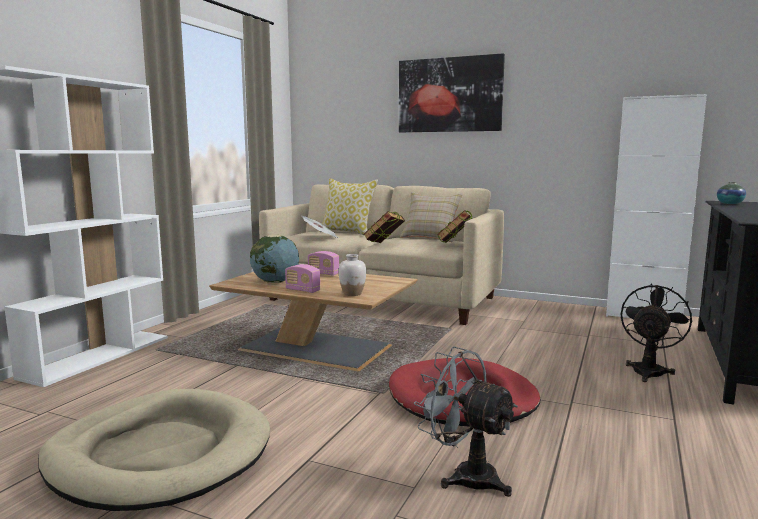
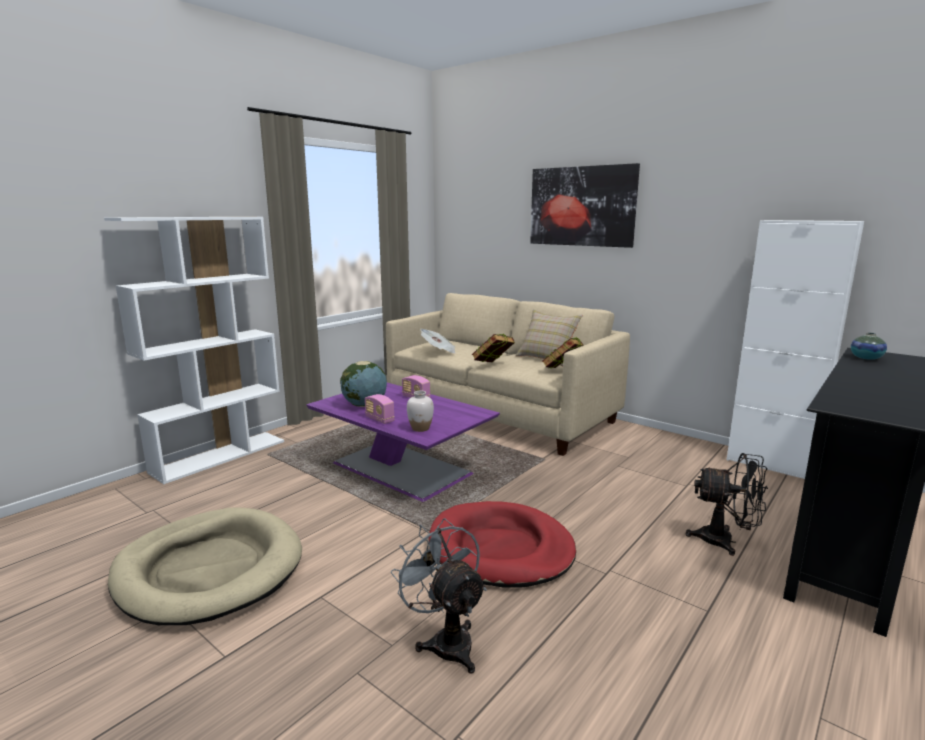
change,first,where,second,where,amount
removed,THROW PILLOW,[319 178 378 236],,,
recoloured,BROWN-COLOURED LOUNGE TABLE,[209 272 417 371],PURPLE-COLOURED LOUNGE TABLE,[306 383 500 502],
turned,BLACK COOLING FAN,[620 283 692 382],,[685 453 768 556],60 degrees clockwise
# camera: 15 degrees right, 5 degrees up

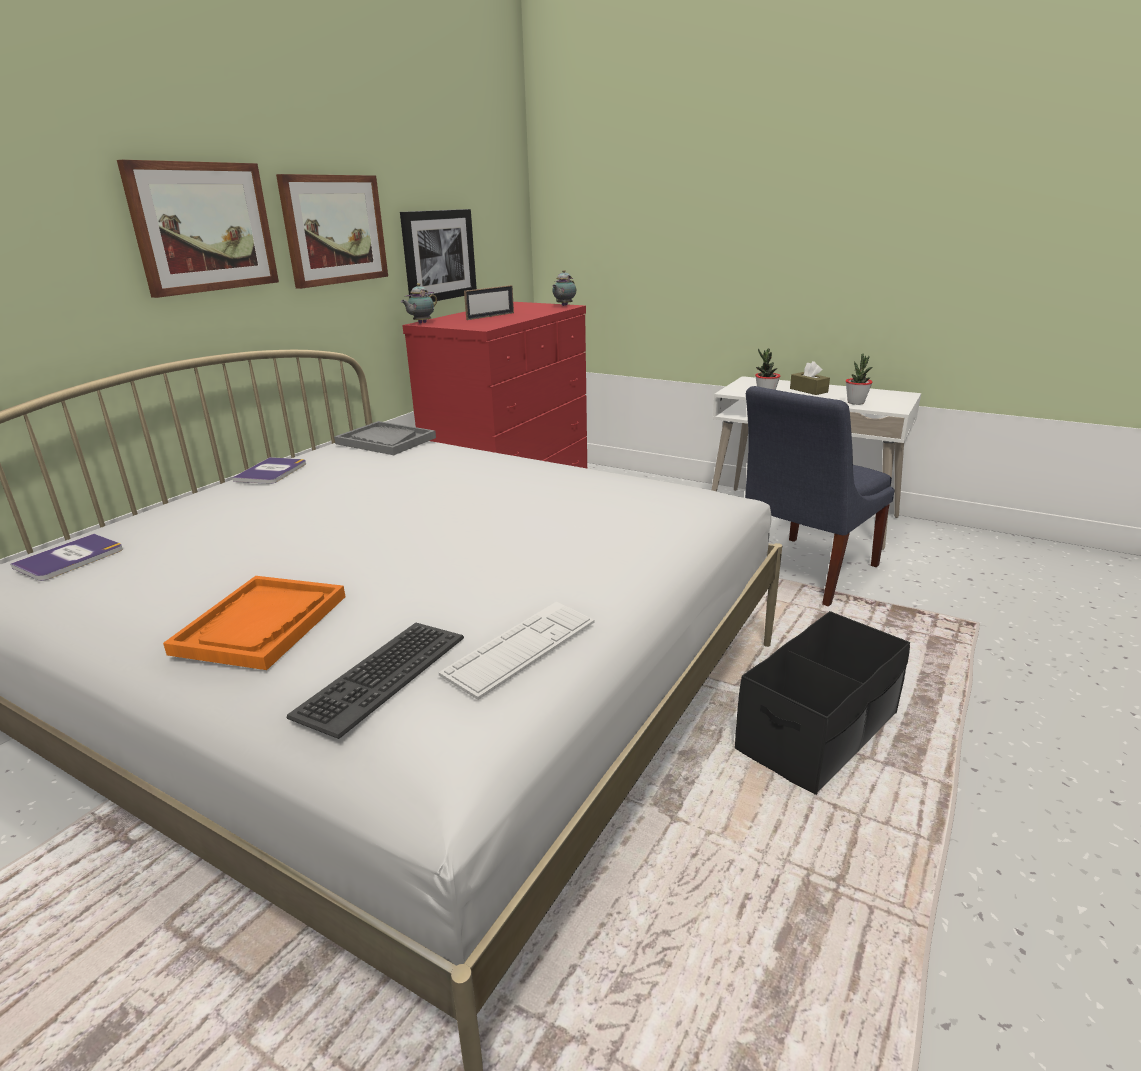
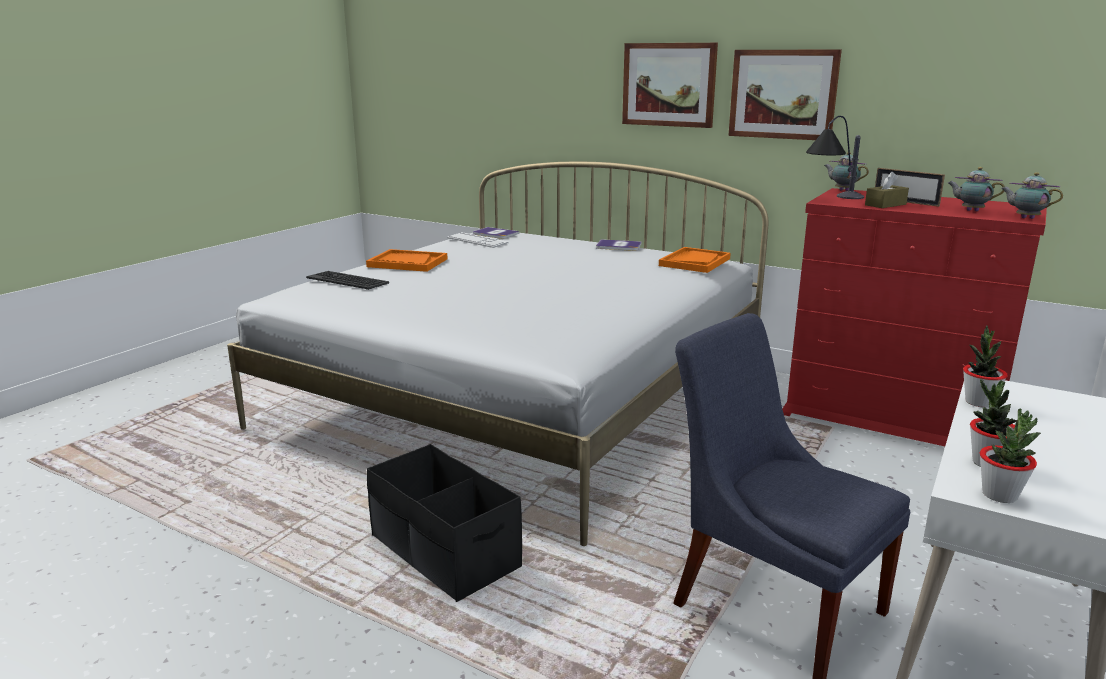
change,first,where,second,where,amount
removed,WALL PICTURE,[400 209 477 302],,,
added,,,LAMP FOR A TABLE,[806 116 864 199],
added,,,TEAPOT,[948 167 1005 211],
added,,,HOUSEPLANT,[980 408 1041 503],
moved,PC KEYBOARD,[439 602 595 700],,[447 232 509 248],
moved,BROWN-COLOURED TISSUE BOX,[790 361 830 395],,[865 172 909 208],
recoloured,GREY TRAY,[334 421 436 455],ORANGEY TRAY,[659 247 731 273],
# camera: 90 degrees right, 5 degrees down

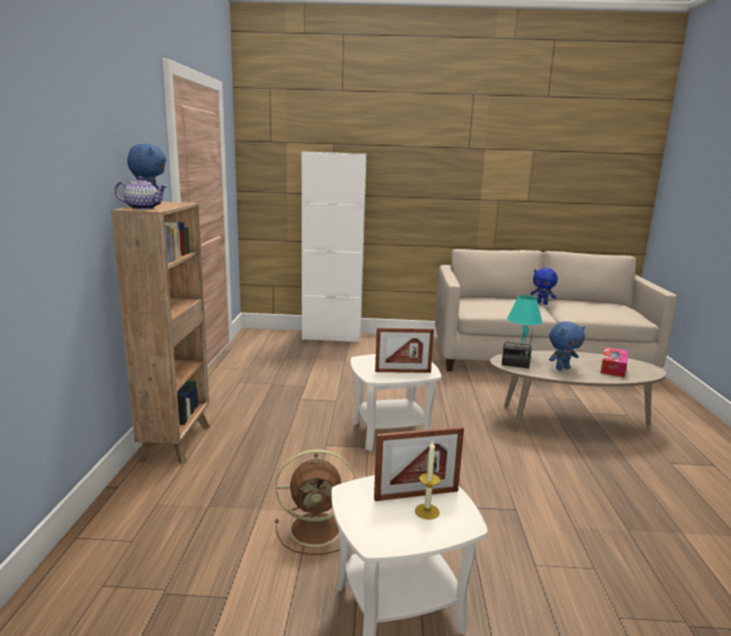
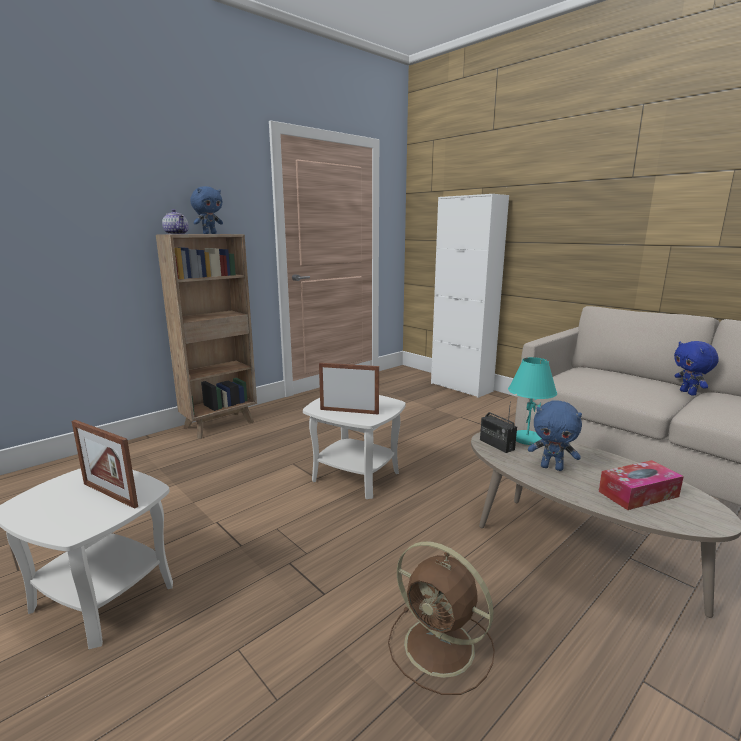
change,first,where,second,where,amount
removed,WAX CANDLE,[415 441 440 519],,,
moved,BROWN-COLOURED COOLING FAN,[275 449 355 555],,[388 541 495 695],
turned,PICTURE FRAME,[375 328 434 373],,[319 363 379 414],150 degrees clockwise
# camera: 45 degrees right, 0 degrees up

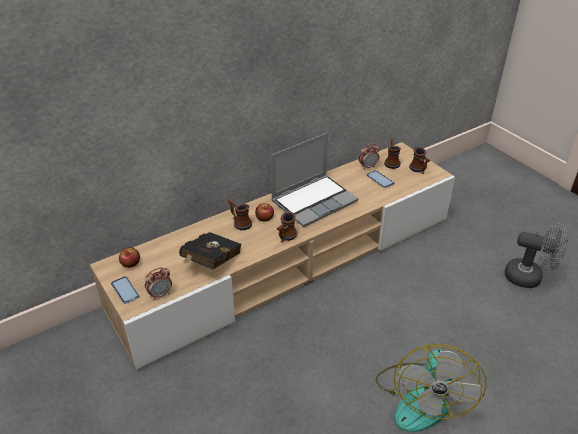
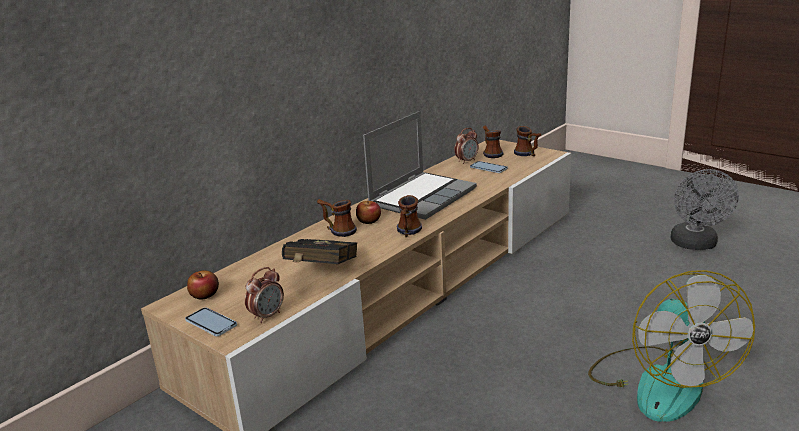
change,first,where,second,where,amount
turned,GREY COOLING FAN,[505 223 568 288],,[670 169 739 250],90 degrees clockwise
# camera: 15 degrees left, 15 degrees down

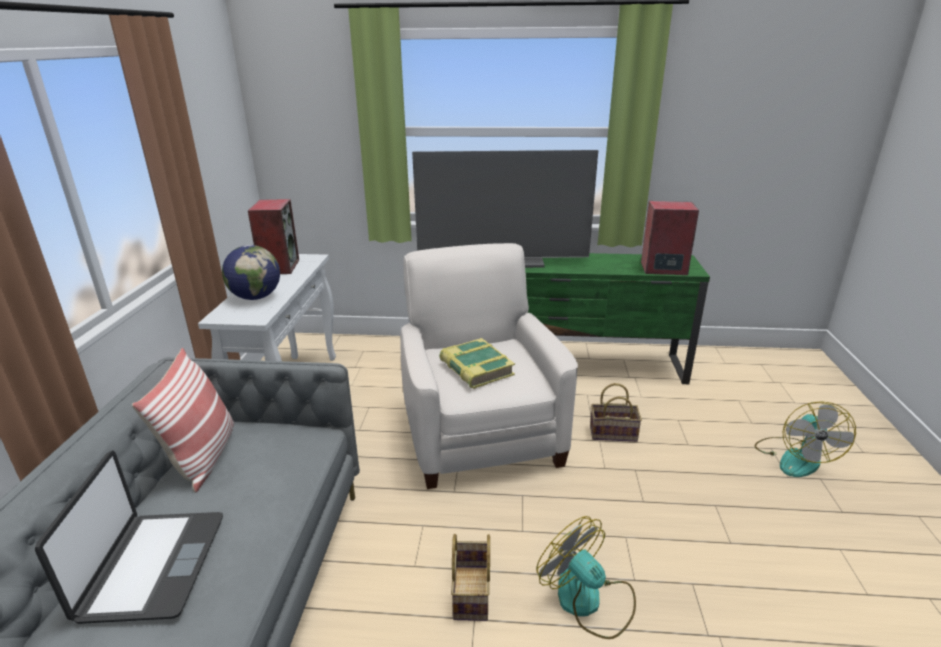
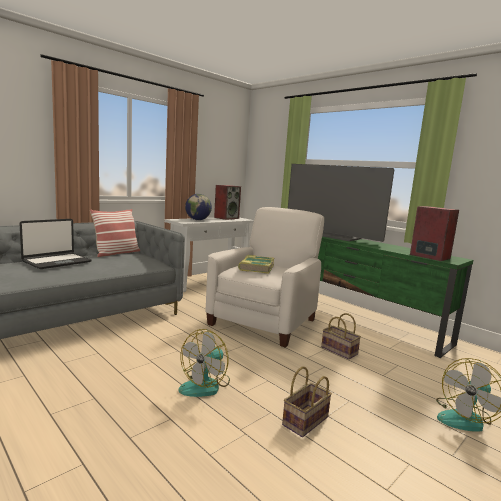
change,first,where,second,where,amount
moved,HOUSEHOLD BASKET,[451 534 490 621],,[282 366 332 437],
turned,COOLING FAN,[536 516 636 639],,[179 329 230 397],150 degrees counterclockwise
# camera: 40 degrees right, 15 degrees down

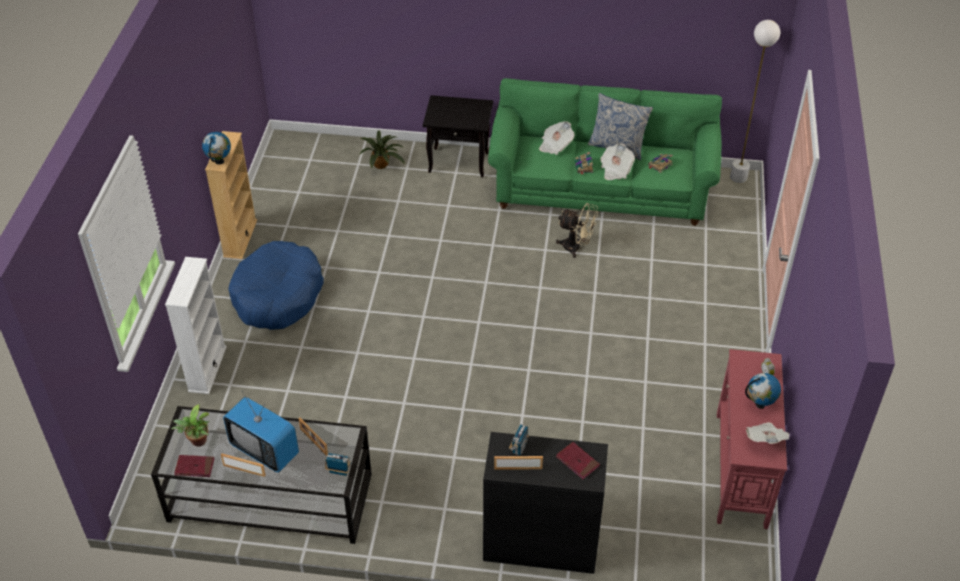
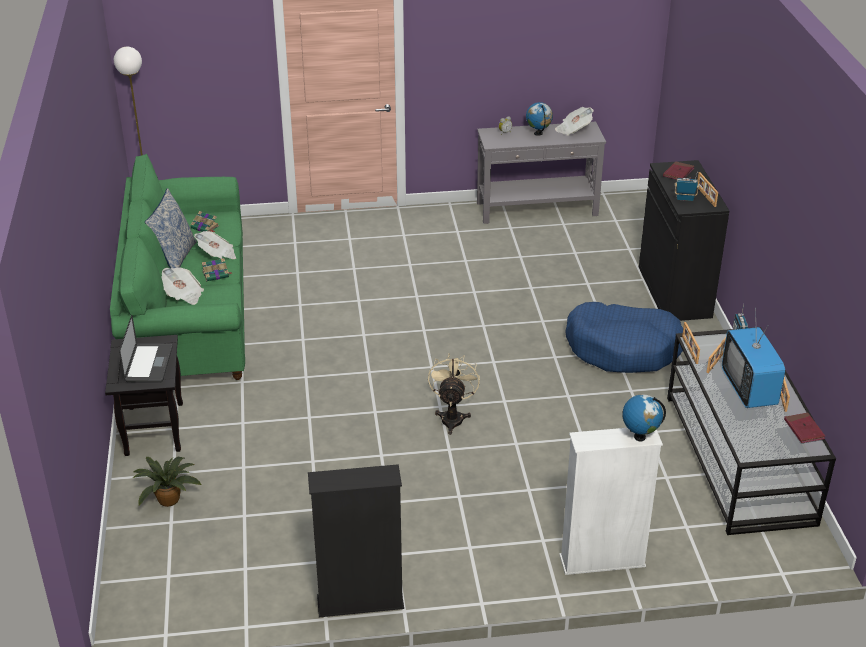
change,first,where,second,where,amount
removed,HOUSEPLANT,[171 404 209 447],,,
added,,,PORTABLE COMPUTER,[119 315 173 383],
added,,,PICTURE FRAME,[682 322 700 364],
moved,DESK GLOBE,[202 132 231 165],,[622 394 666 442],
moved,BLUE-COLOURED DOG BED,[228 241 324 330],,[565 302 683 373],
moved,SAND-COLOURED COOLING FAN,[556 203 598 258],,[428 353 480 435],
recoloured,SAND-COLOURED BOOKSHELF,[205 131 257 259],BLACK BOOKSHELF,[308 464 404 617],
recoloured,RED-COLOURED CONSOLE TABLE,[717 349 787 529],GREY CONSOLE TABLE,[477 122 606 224],
turned,TV,[223 391 299 472],,[722 307 785 408],150 degrees clockwise
# camera: 105 degrees left, 10 degrees down

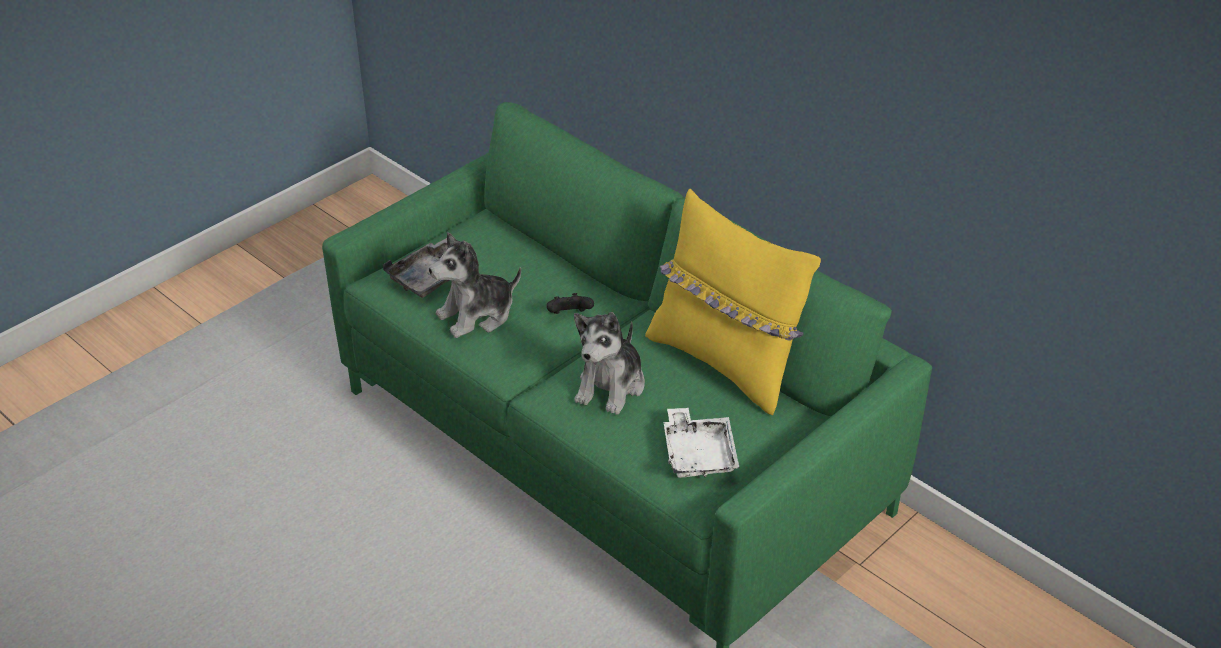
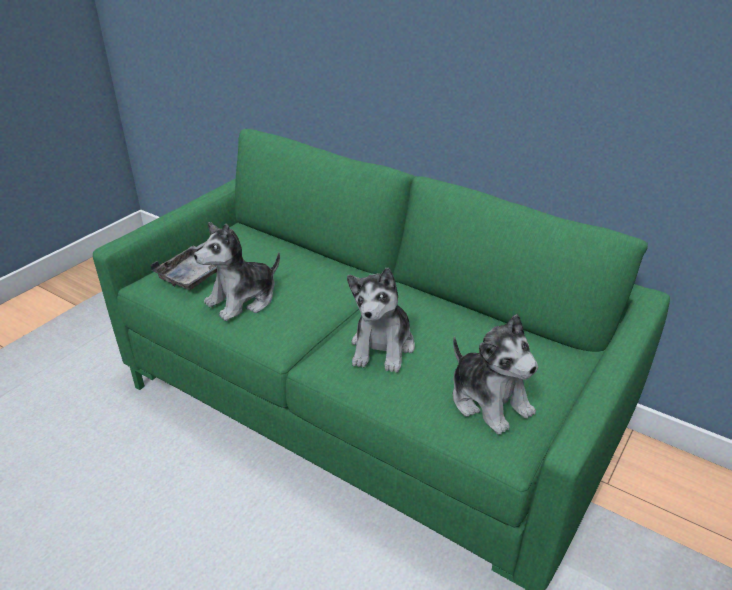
change,first,where,second,where,amount
removed,BLACK JOYPAD,[547 293 594 314],,,
removed,YELLOWISH THROW PILLOW,[645 189 821 415],,,
replaced,WHITISH TRAY,[663 408 739 478],SOFT TOY,[453 314 538 435],
# camera: 10 degrees left, 5 degrees down

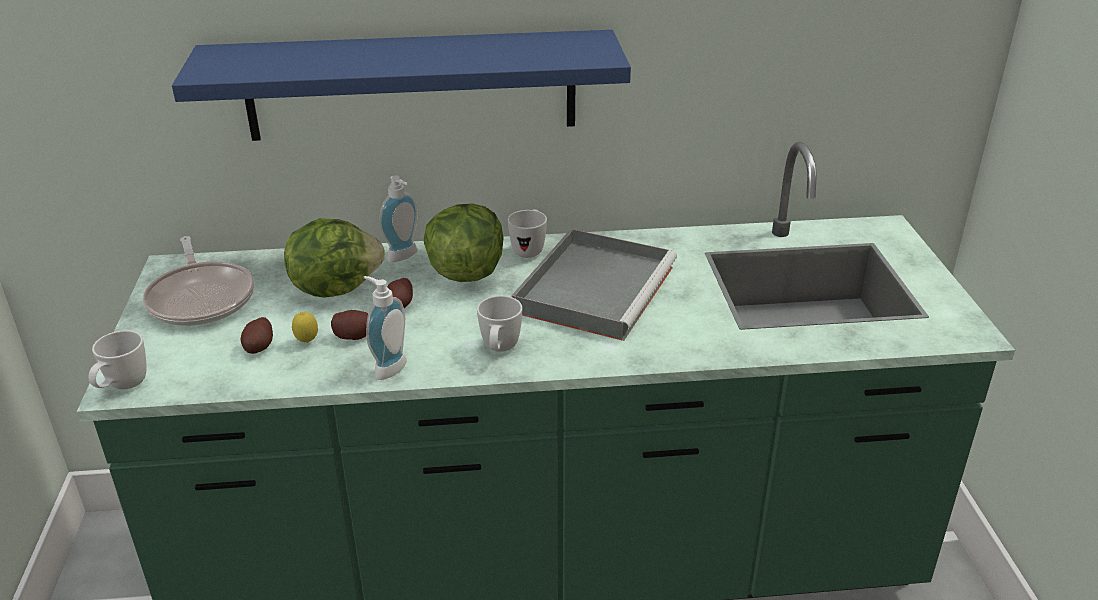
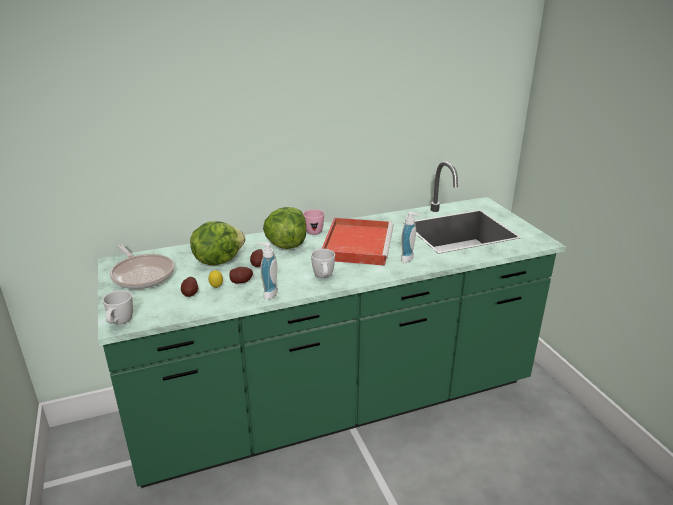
change,first,where,second,where,amount
removed,BLUE-COLOURED SHELF,[172 30 631 141],,,
moved,SOAP BOTTLE,[380 175 418 262],,[401 211 421 263],
recoloured,WHITISH COFFEE MUG,[508 210 547 258],PINK COFFEE MUG,[303 209 324 235],
recoloured,GREY TRAY,[512 229 677 341],RED-COLOURED TRAY,[322 218 394 266],
# camera: 15 degrees left, 5 degrees down

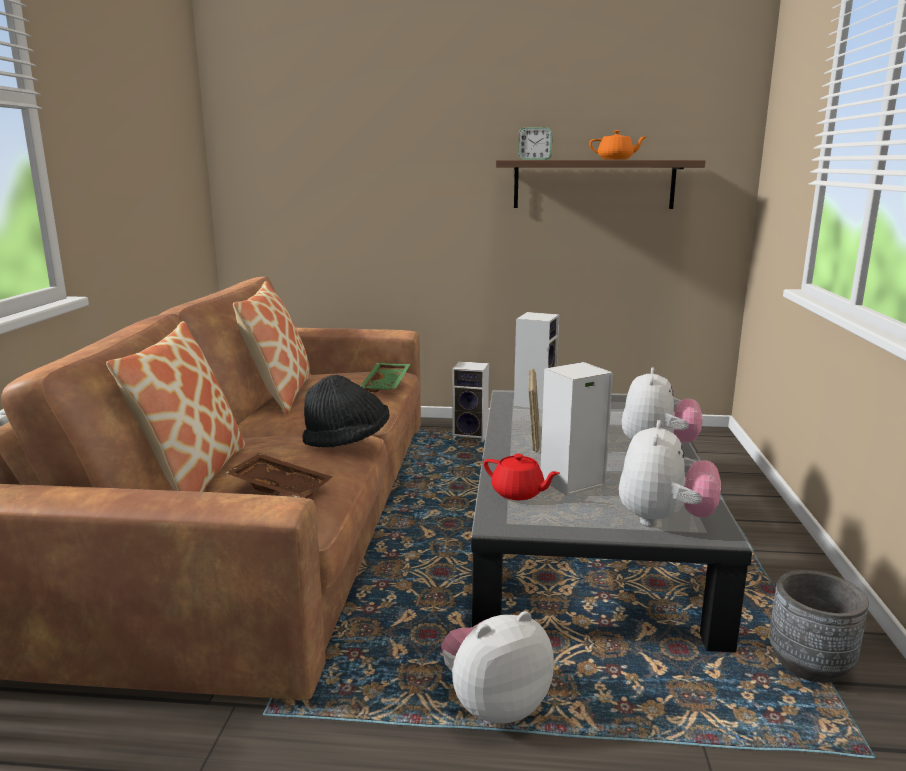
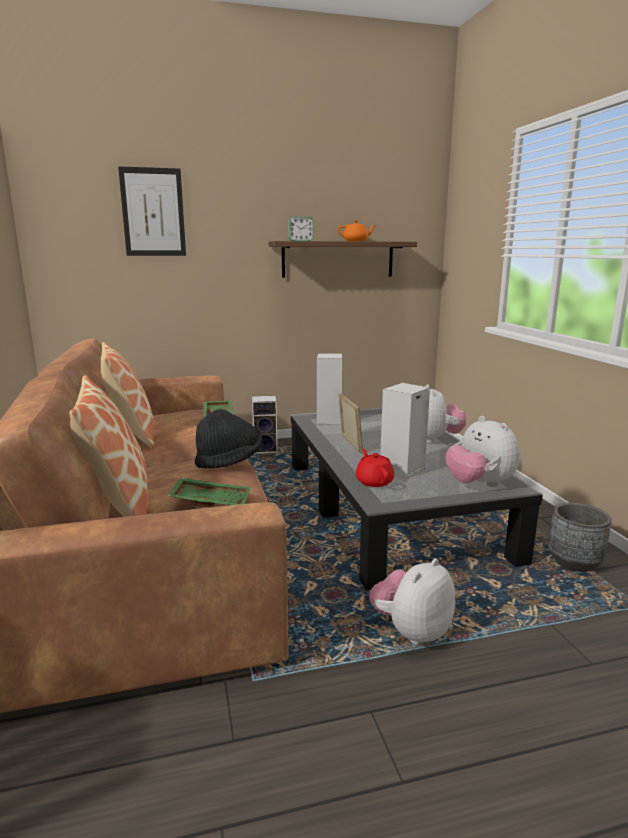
change,first,where,second,where,amount
added,,,WALL PICTURE,[118 166 186 256],
recoloured,BROWN-COLOURED TRAY,[226 453 333 499],GREEN TRAY,[168 478 251 507],
turned,RED-COLOURED TEAPOT,[484 454 560 500],,[356 449 394 487],120 degrees counterclockwise
turned,SOFT TOY,[619 420 721 527],,[446 416 520 487],150 degrees clockwise
# camera: 20 degrees left, 0 degrees up

